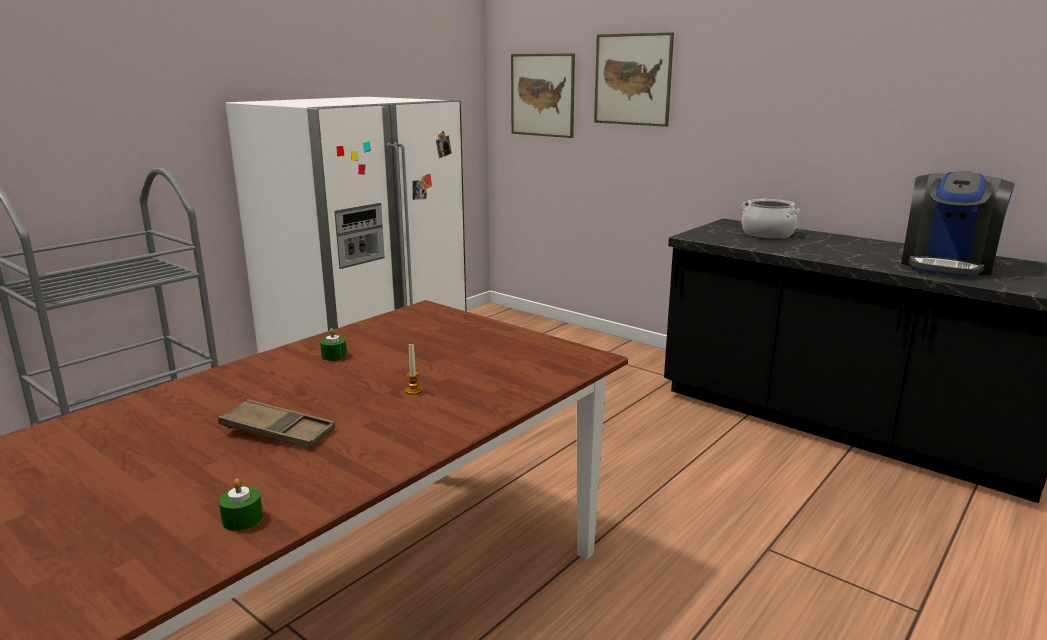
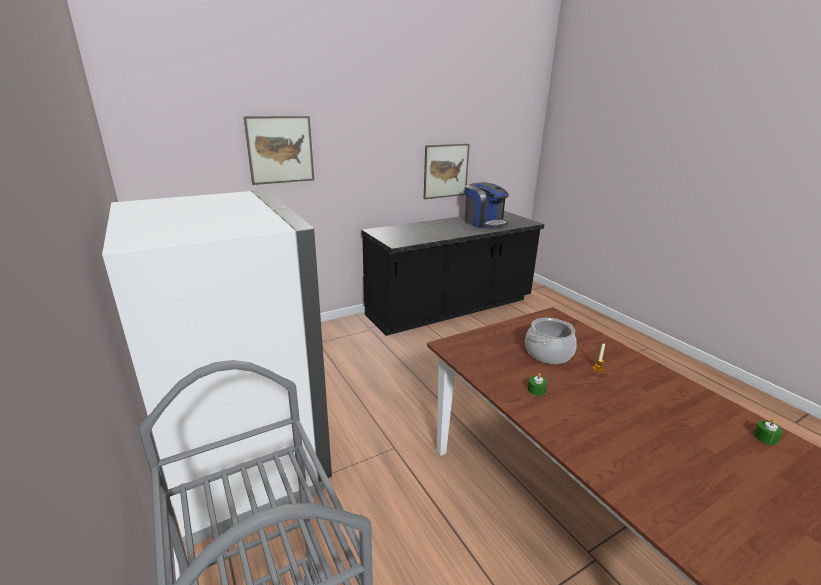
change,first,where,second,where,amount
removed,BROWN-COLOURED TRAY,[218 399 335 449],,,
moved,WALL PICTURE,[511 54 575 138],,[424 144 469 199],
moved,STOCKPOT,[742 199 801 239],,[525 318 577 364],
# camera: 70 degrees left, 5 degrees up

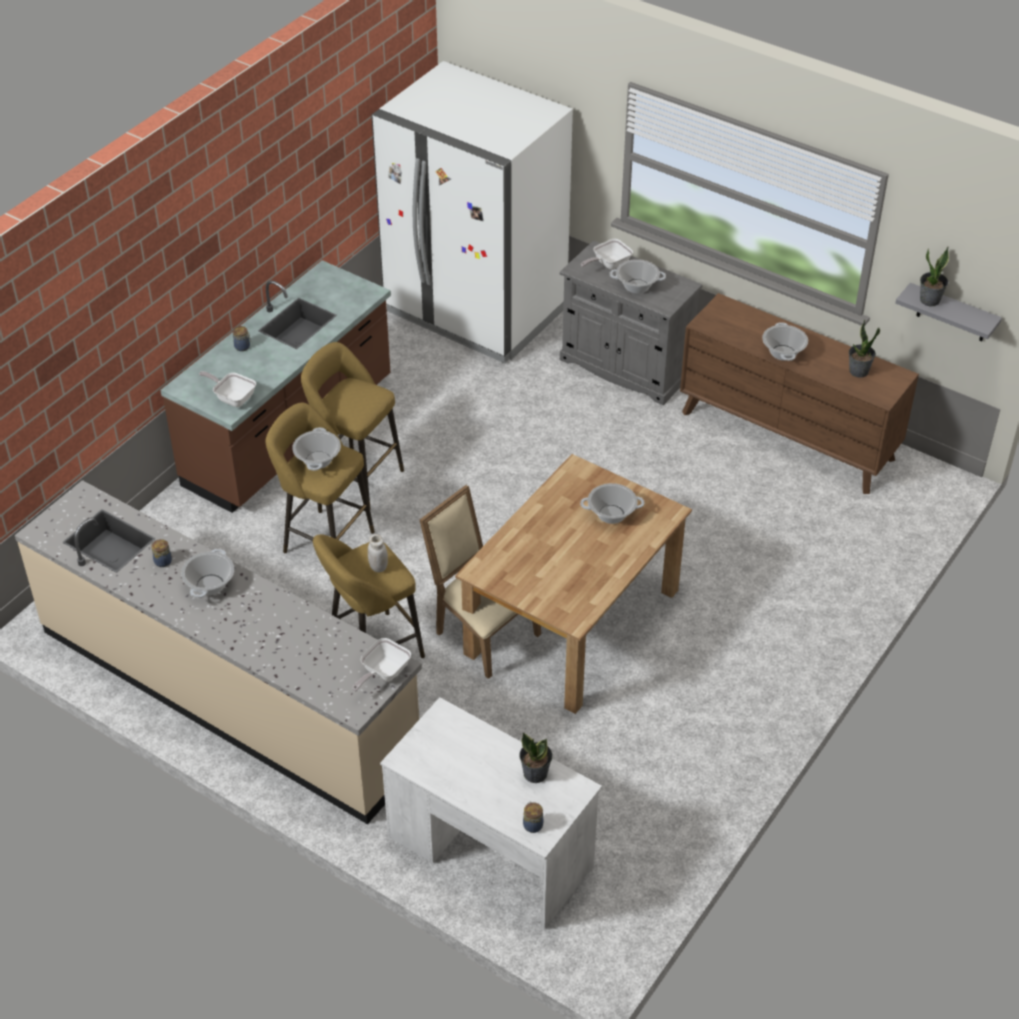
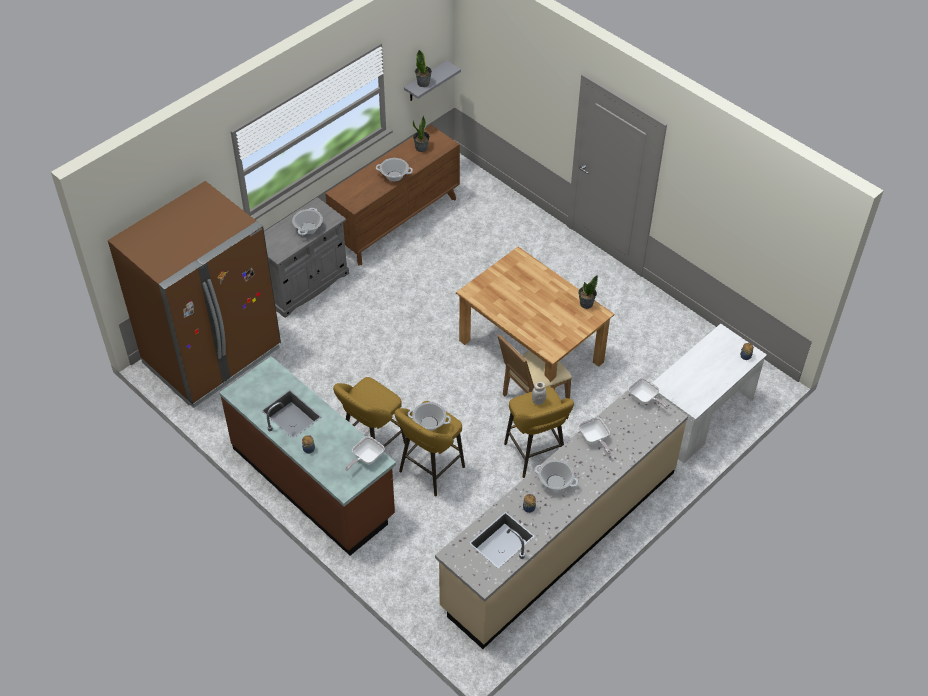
change,first,where,second,where,amount
removed,STOCKPOT,[580 483 645 524],,,
moved,HOUSEPLANT,[519 733 552 783],,[578 275 598 309],
moved,FRYING PAN,[581 239 633 270],,[579 417 611 454],
recoloured,WHITISH FRIDGE,[371 61 573 363],BROWN-COLOURED FRIDGE,[108 181 281 408],
# camera: 80 degrees left, 5 degrees up

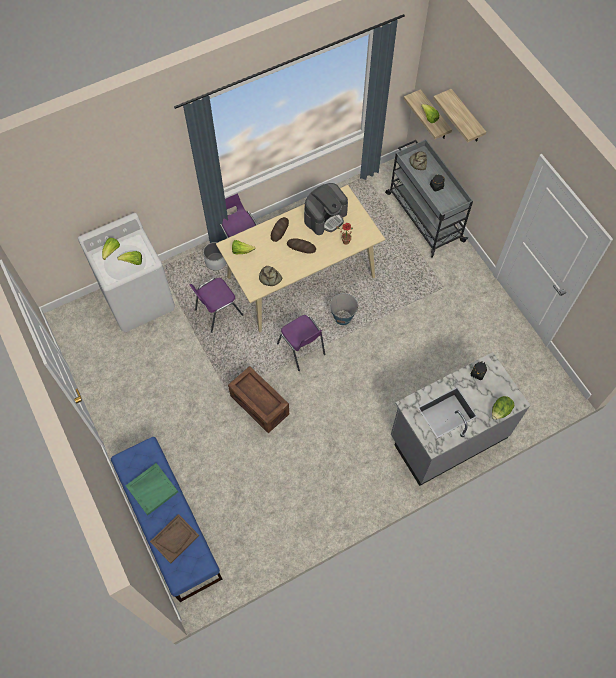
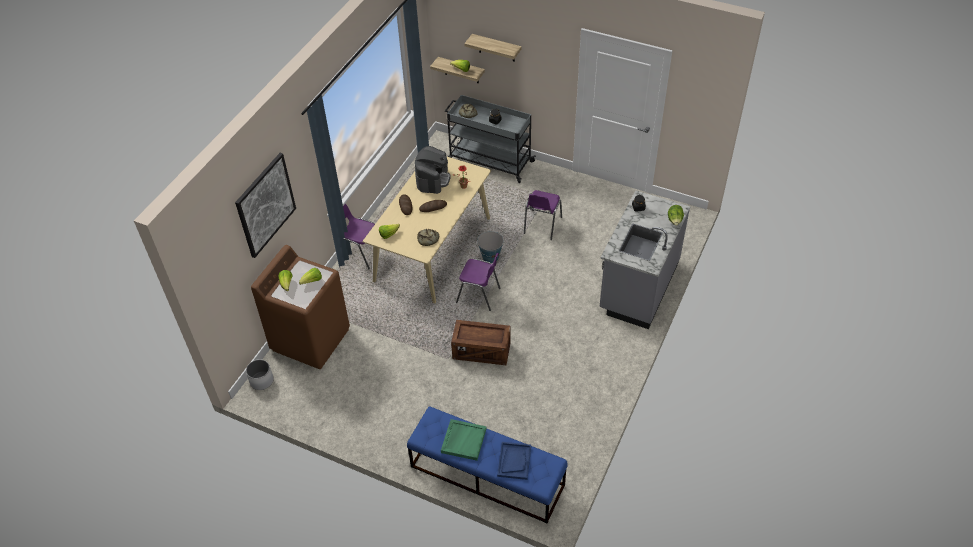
change,first,where,second,where,amount
added,,,WALL PICTURE,[235 153 296 258],
moved,PURPLE-COLOURED PLAIN CHAIR,[189 278 243 333],,[524 190 562 240],
moved,WHITISH PLANTER,[203 242 226 271],,[246 359 274 390],
recoloured,WHITISH WASHING MACHINE,[78 213 175 332],BROWN-COLOURED WASHING MACHINE,[251 245 350 369],
recoloured,BROWN-COLOURED TRAY,[150 514 199 563],BLUE-COLOURED TRAY,[497 442 531 480],
# camera: 35 degrees left, 15 degrees down

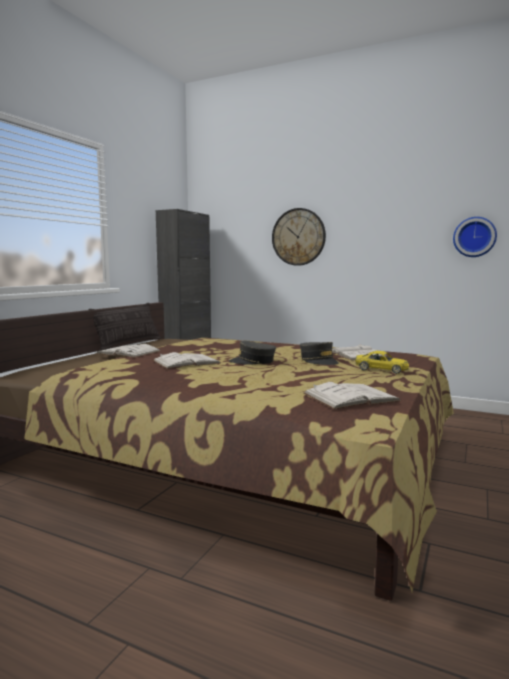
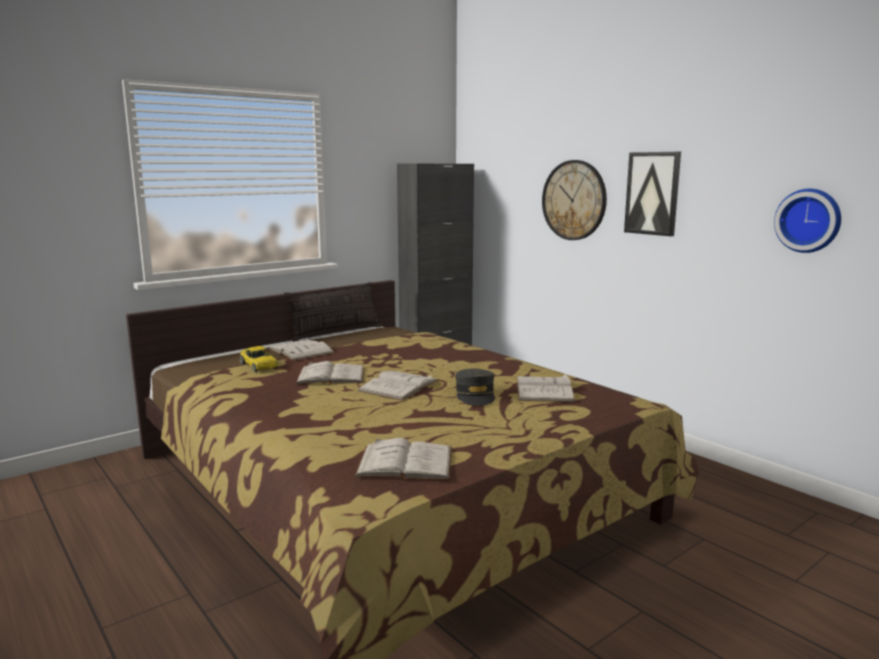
change,first,where,second,where,amount
added,,,WALL PICTURE,[624 152 681 236],
moved,YELLOWISH MODEL CAR,[355 351 409 374],,[240 346 278 372],
replaced,GREY PEAKED CAP,[229 341 276 365],WHITISH BOOK,[358 371 439 401],
# camera: 25 degrees right, 5 degrees up

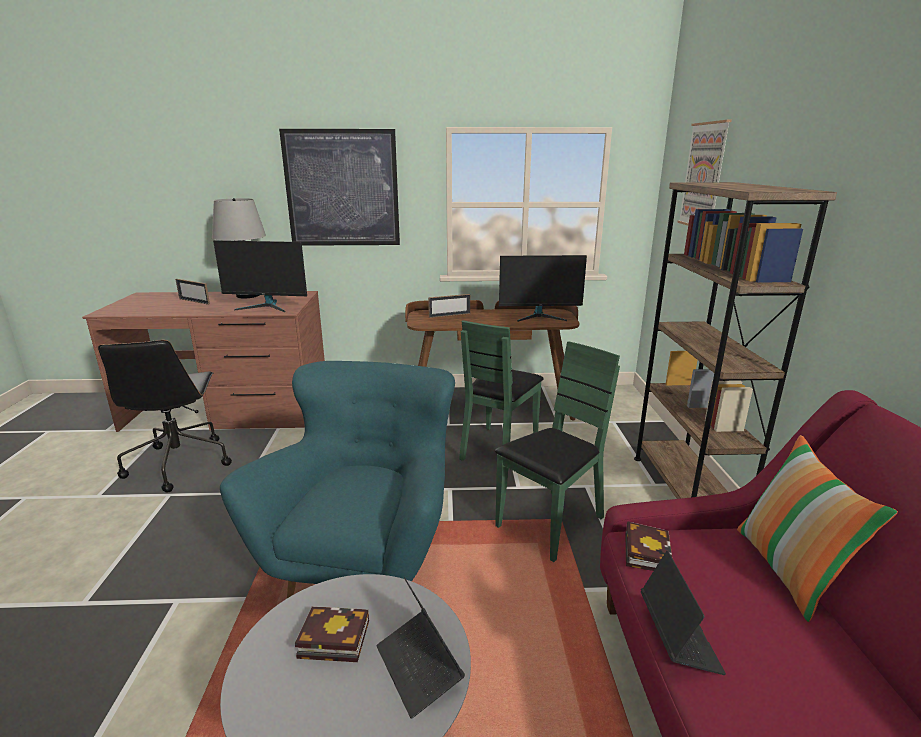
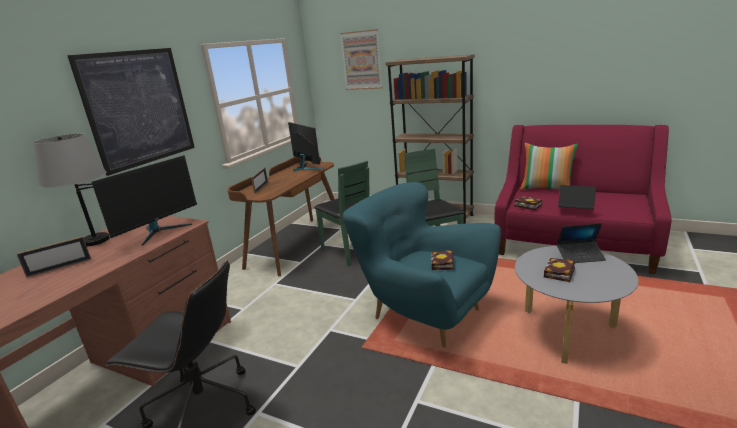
change,first,where,second,where,amount
added,,,BOOK,[431 250 454 270],
turned,COMPUTER DISPLAY,[499 255 587 322],,[288 122 323 171],60 degrees counterclockwise
# camera: 60 degrees left, 0 degrees up

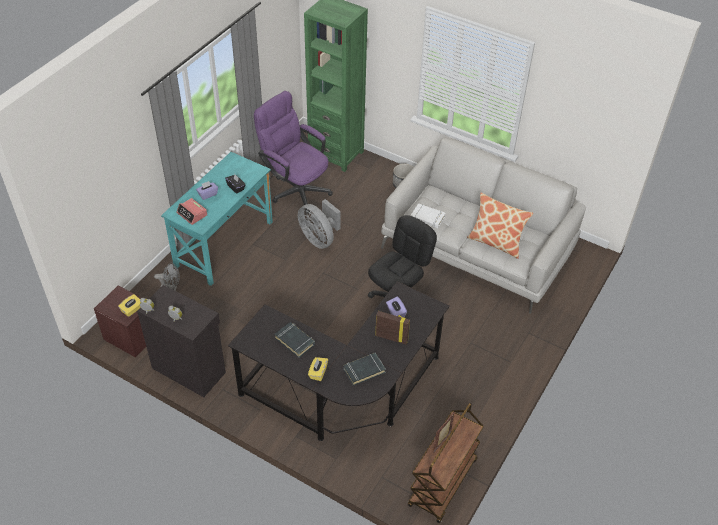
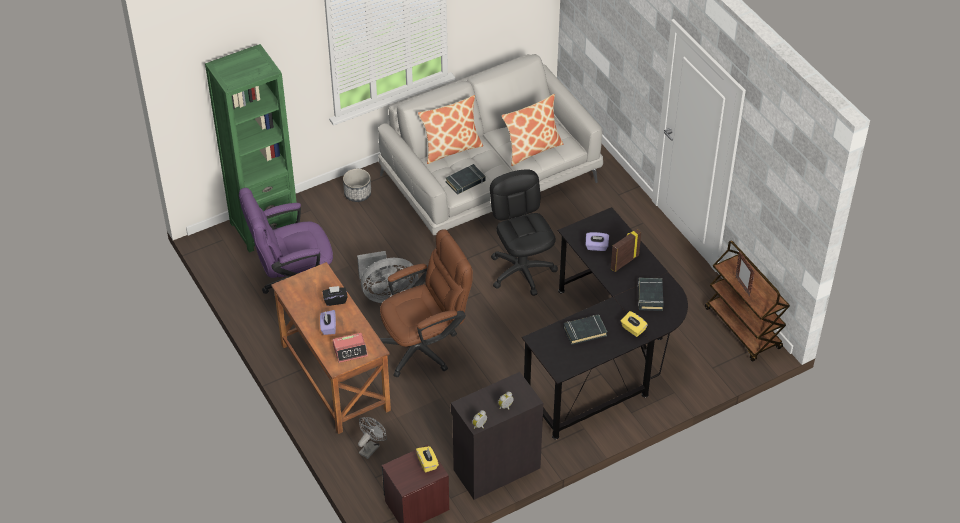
change,first,where,second,where,amount
added,,,BROWN-COLOURED COMPUTER CHAIR,[379 229 473 378],
added,,,THROW PILLOW,[418 95 483 164],
recoloured,TURQUOISE-COLOURED DESK UNIT,[161 152 273 286],BROWN-COLOURED DESK UNIT,[271 262 391 434],
recoloured,WHITISH BOOK,[411 203 446 228],BLACK BOOK,[446 164 486 194],
# camera: 60 degrees left, 0 degrees up

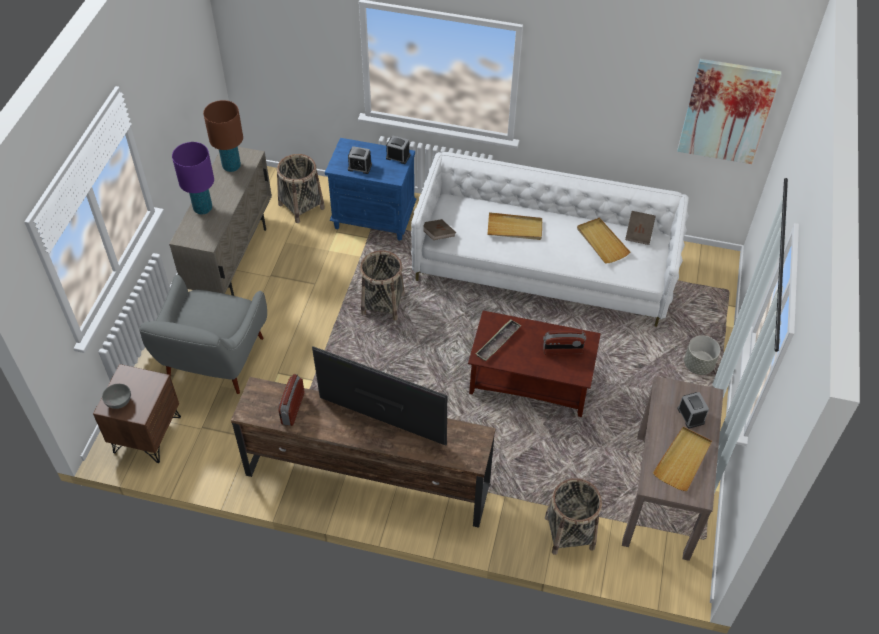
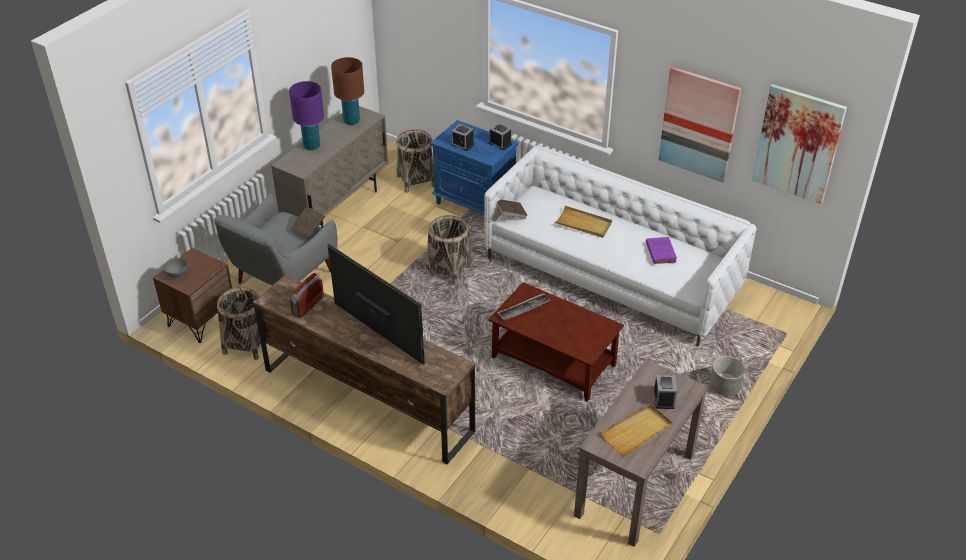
change,first,where,second,where,amount
removed,RADIO RECEIVER,[543 330 586 355],,,
added,,,WALL PICTURE,[658 67 741 183],
moved,HOUSEHOLD BASKET,[545 478 602 555],,[217 287 261 360],
moved,BROWN-COLOURED BOOK,[625 211 656 245],,[290 207 325 240],
replaced,SAND-COLOURED TRAY,[577 217 630 263],PURPLE-COLOURED BOOK,[646 237 677 264],
# camera: 20 degrees right, 10 degrees down

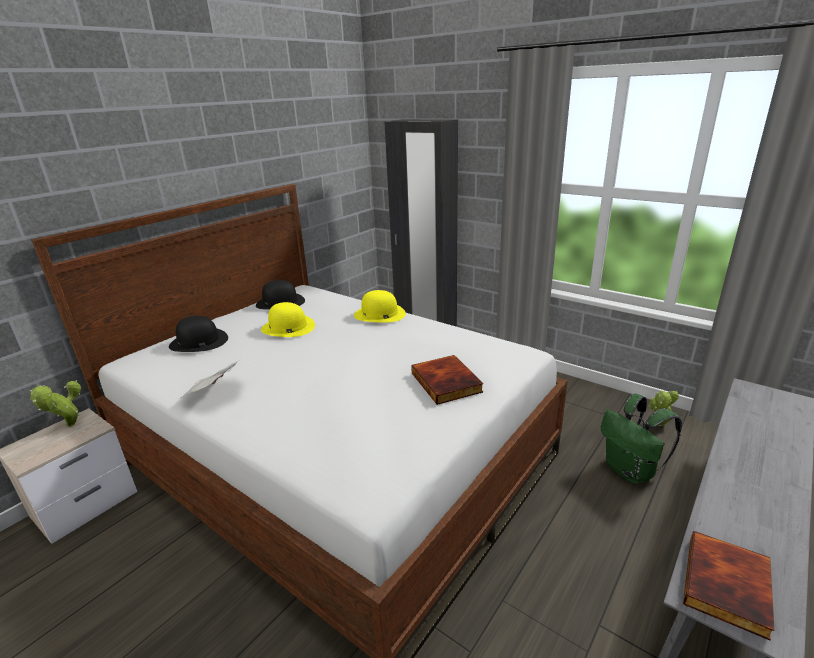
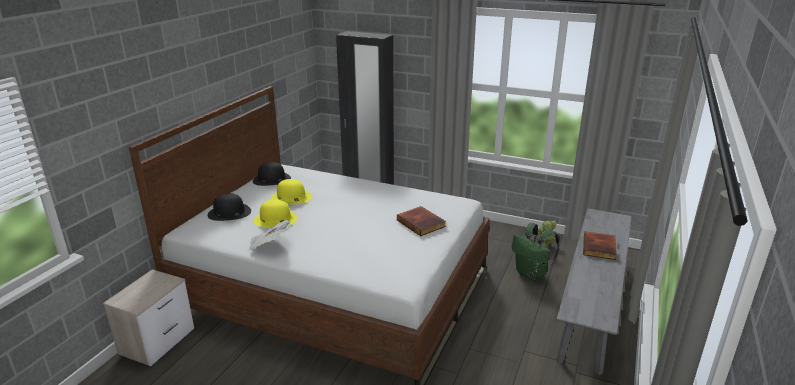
change,first,where,second,where,amount
removed,HOUSEPLANT,[30 380 81 427],,,
moved,YELLOWISH CLOTHING HAT,[354 290 406 323],,[254 200 298 227],
moved,BOOK,[683 531 774 640],,[583 231 617 260],
# camera: 15 degrees left, 0 degrees up

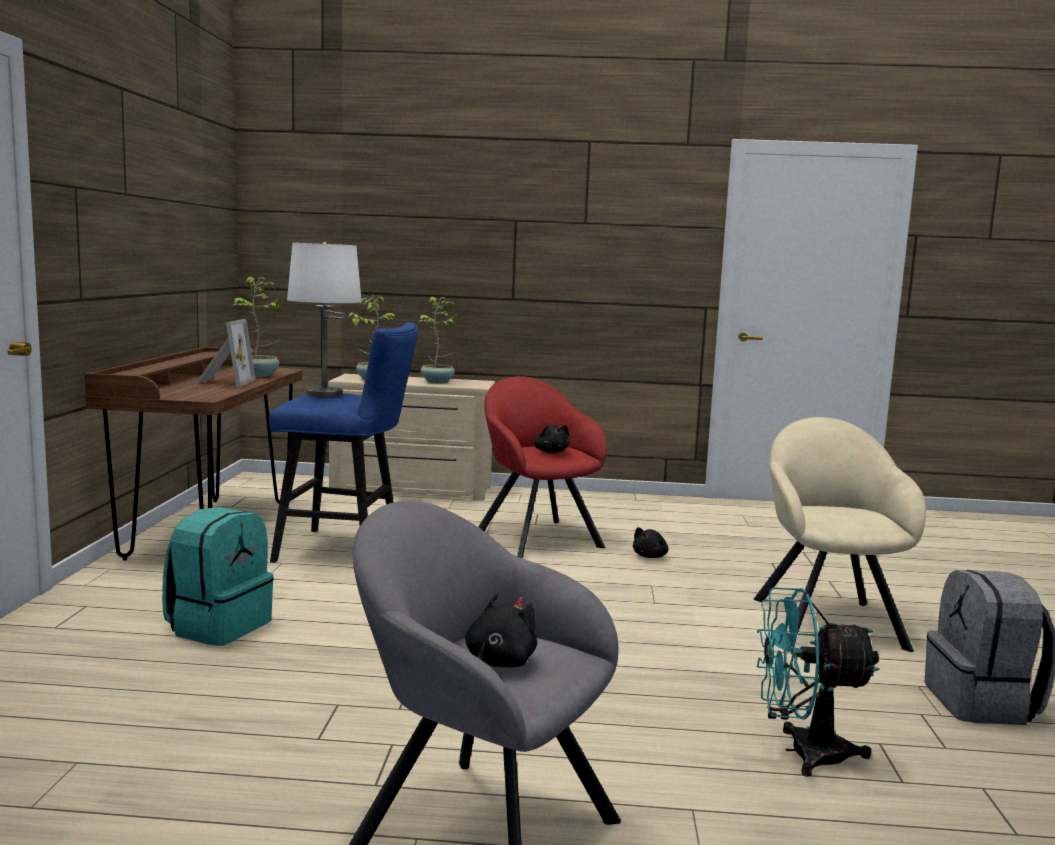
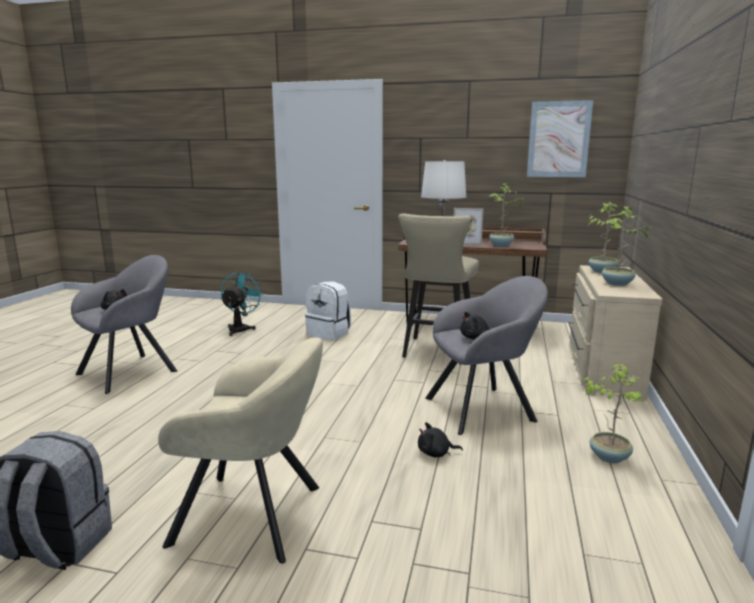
change,first,where,second,where,amount
added,,,WALL PICTURE,[527 100 593 177],
added,,,HOUSEPLANT,[582 364 644 463],
moved,TURQUOISE-COLOURED COOLING FAN,[757 587 879 776],,[221 272 264 336],
recoloured,TURQUOISE-COLOURED KNAPSACK,[162 507 274 646],WHITISH KNAPSACK,[305 281 351 341],
recoloured,BLUE-COLOURED STOOL SEAT,[269 322 418 563],SAND-COLOURED STOOL SEAT,[398 213 479 358],
recoloured,RED-COLOURED EASY CHAIR,[478 376 607 558],GREY EASY CHAIR,[425 276 548 435],
turned,BLACK SOFT TOY,[633 527 669 558],,[418 422 463 457],45 degrees counterclockwise
# camera: 100 degrees right, 5 degrees up

